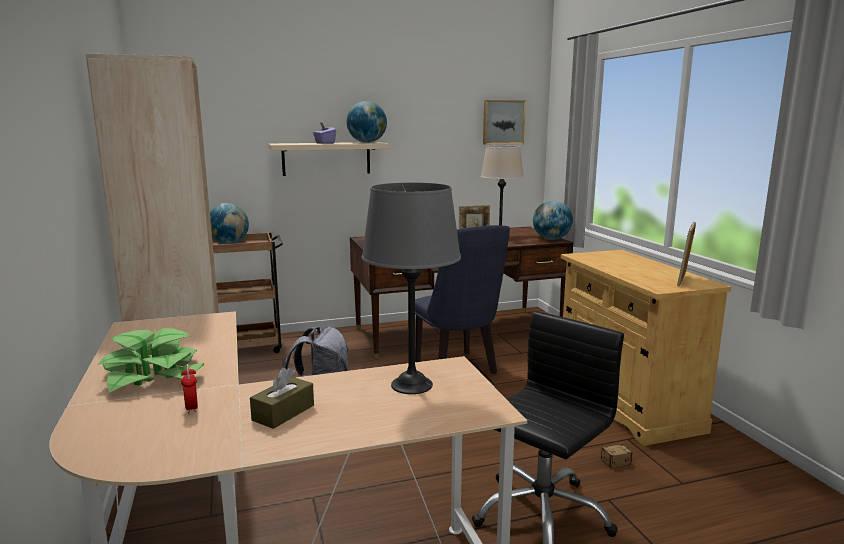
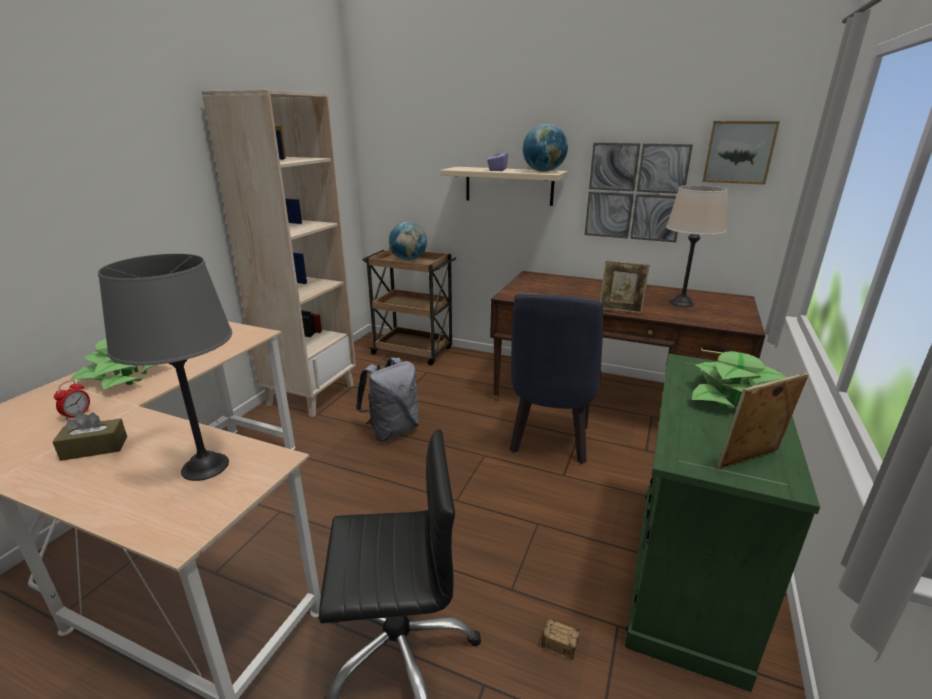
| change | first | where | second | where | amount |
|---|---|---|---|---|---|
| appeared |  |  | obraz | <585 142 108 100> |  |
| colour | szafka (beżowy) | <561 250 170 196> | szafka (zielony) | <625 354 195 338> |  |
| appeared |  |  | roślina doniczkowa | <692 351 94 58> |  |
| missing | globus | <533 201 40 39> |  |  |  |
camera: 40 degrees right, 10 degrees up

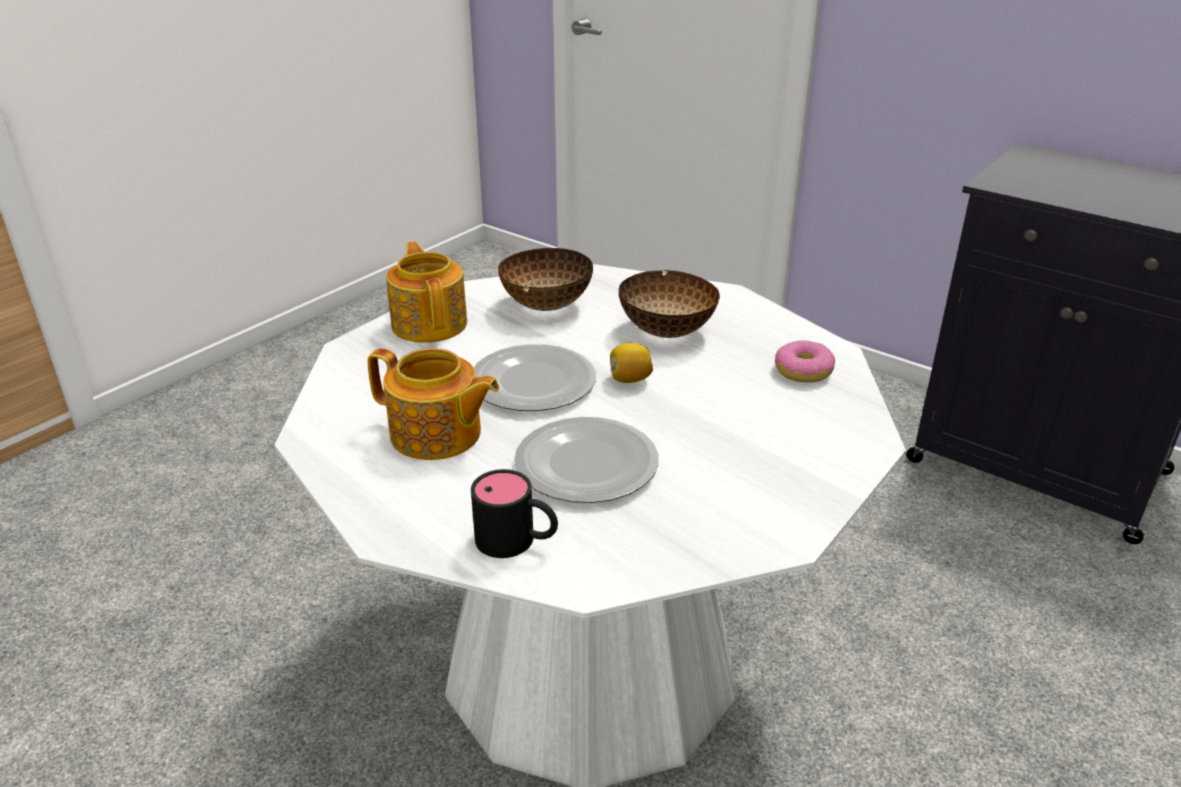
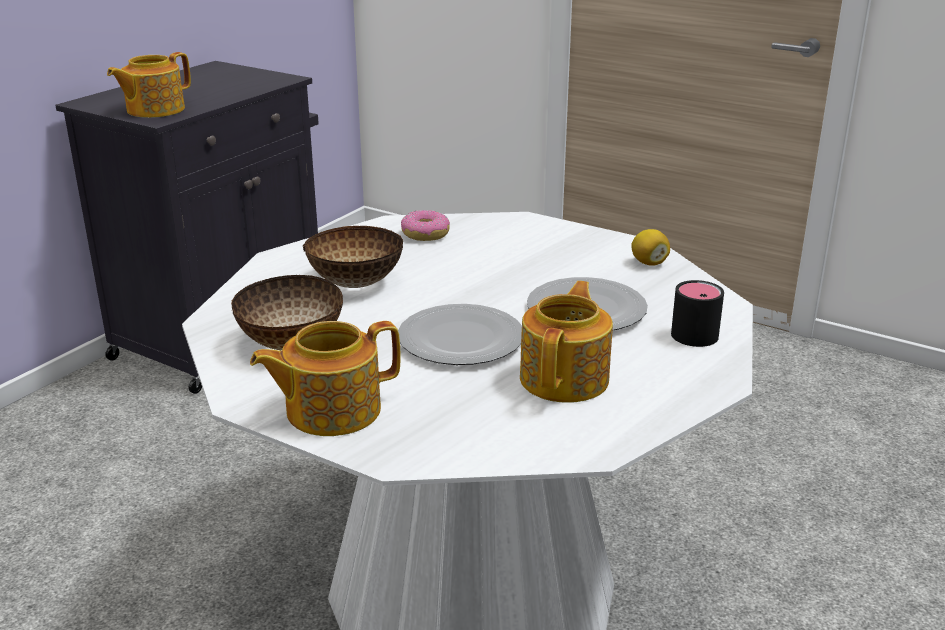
| change | first | where | second | where | amount |
|---|---|---|---|---|---|
| appeared |  |  | imbryk | <107 52 84 66> |  |
| relocated | cytryna | <610 343 43 40> |  | <631 229 39 37> |  |
camera: 95 degrees left, 5 degrees down

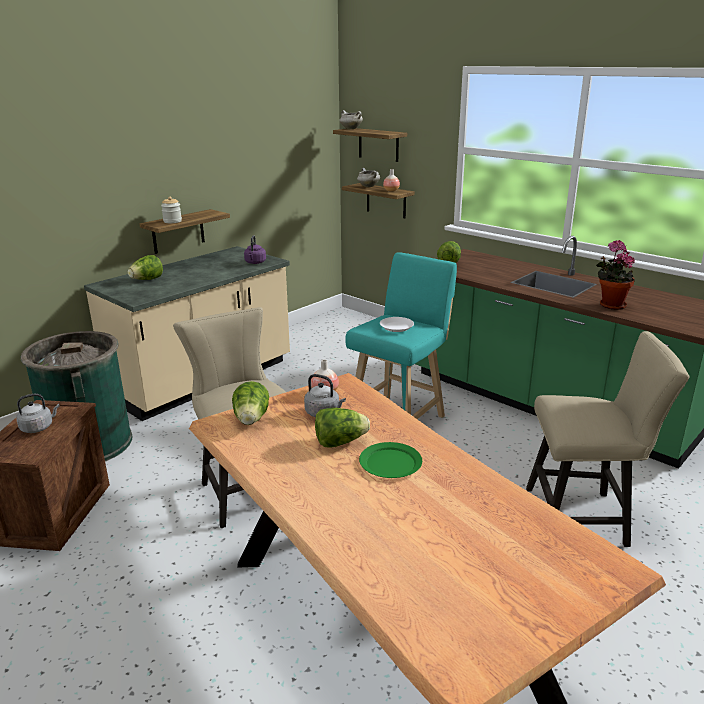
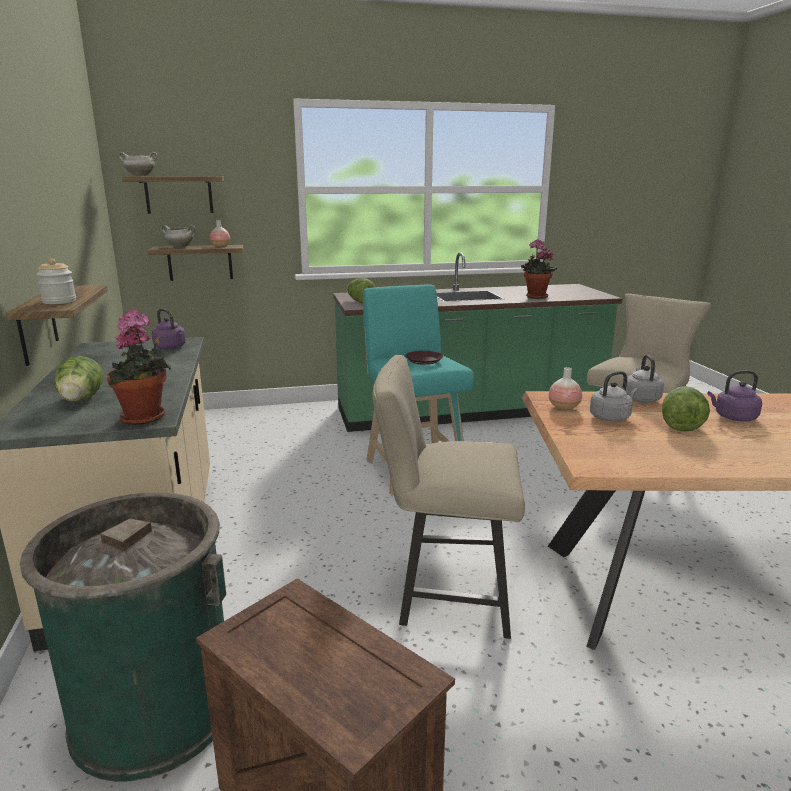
| change | first | where | second | where | amount |
|---|---|---|---|---|---|
| appeared |  |  | roślina doniczkowa | <107 310 64 115> |  |
| colour | talerz (biały) | <380 317 34 15> | talerz (brązowy) | <405 351 38 14> |  |
| relocated | czajnik (szary) | <16 393 44 40> |  | <626 355 38 48> |  |
| exchanged | talerz (zielony) | <359 442 63 36> | czajnik (fioletowy) | <707 370 55 52> |  |
| missing | sałata | <232 381 37 44> |  |  |  |
camera: 55 degrees left, 5 degrees down

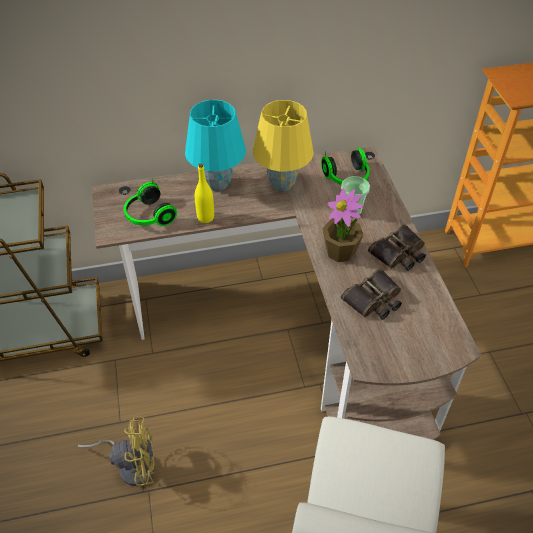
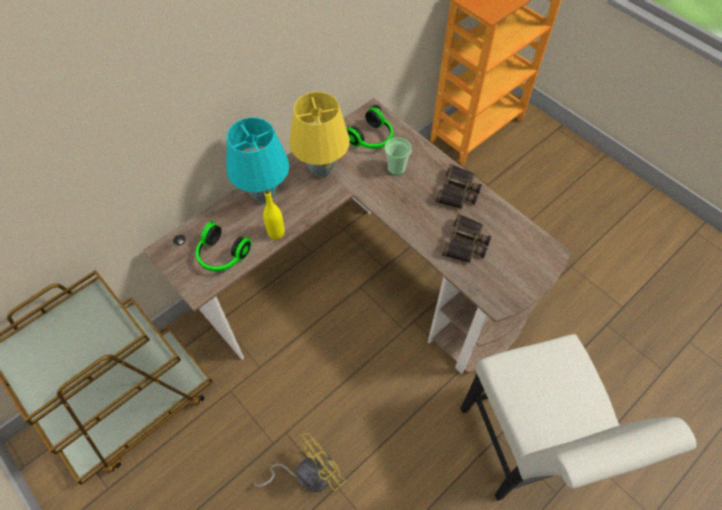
| change | first | where | second | where | amount |
|---|---|---|---|---|---|
| missing | roślina doniczkowa | <322 188 41 74> |  |  |  |
camera: 30 degrees left, 10 degrees up

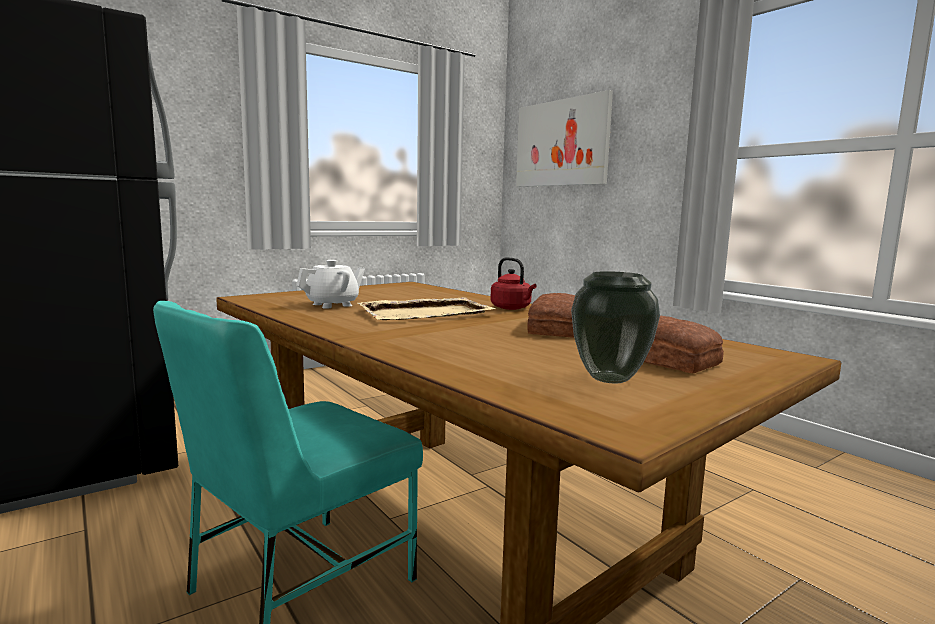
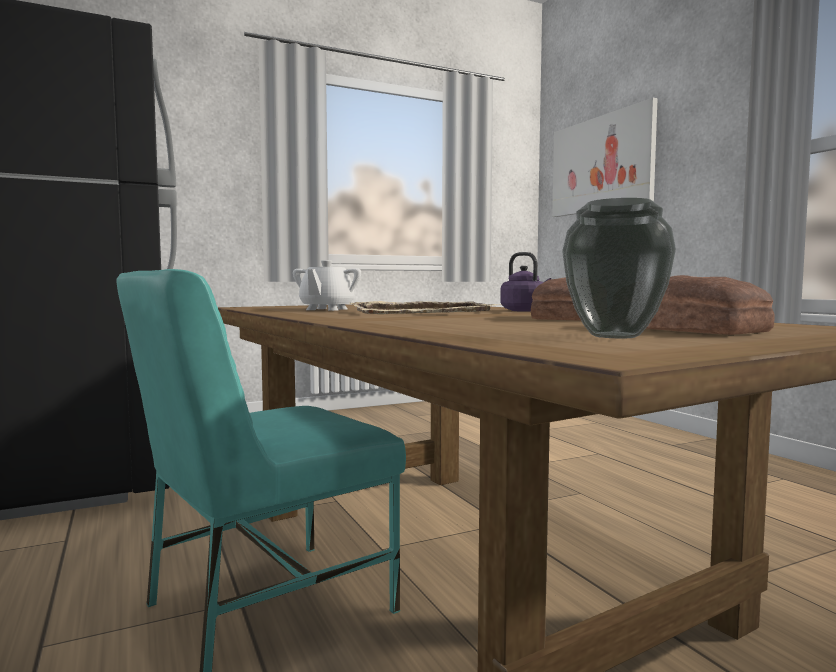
| change | first | where | second | where | amount |
|---|---|---|---|---|---|
| spun | imbryk (biały) | <296 260 69 49> |  | <293 260 68 51> | 135 degrees clockwise |
| colour | czajnik (czerwony) | <490 257 46 53> | czajnik (fioletowy) | <500 252 51 60> |  |
camera: 10 degrees right, 5 degrees down

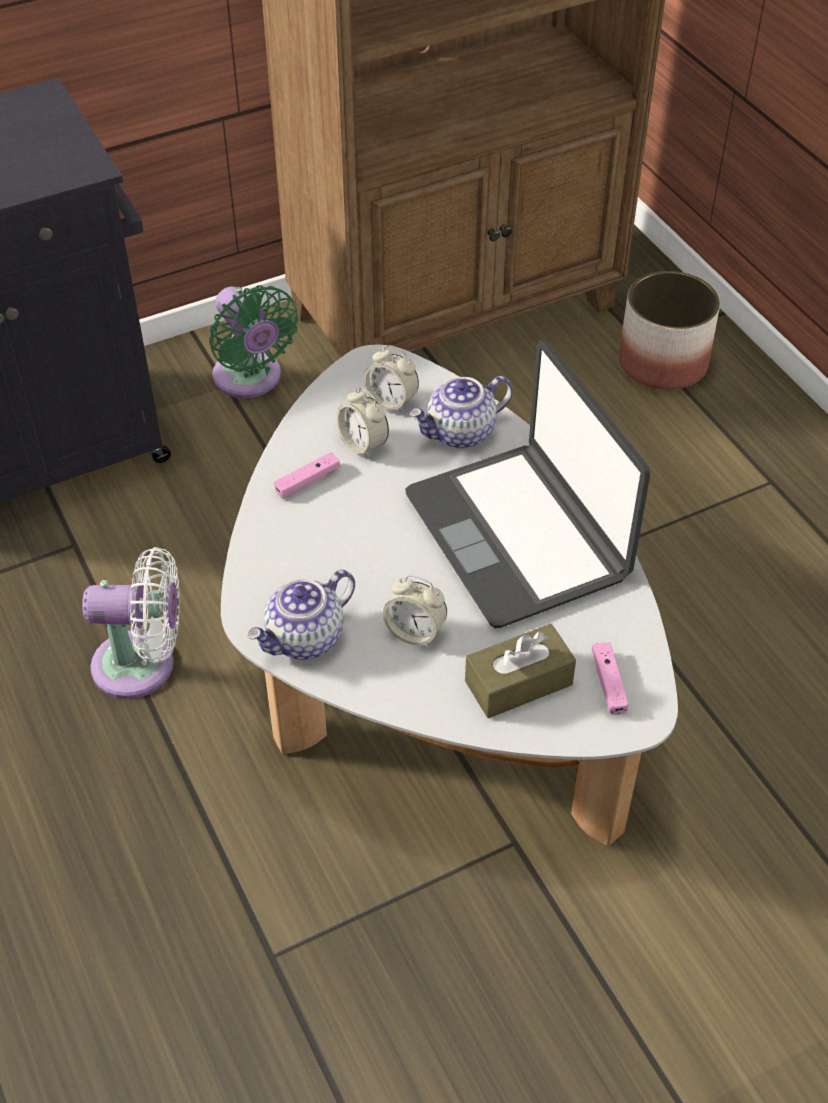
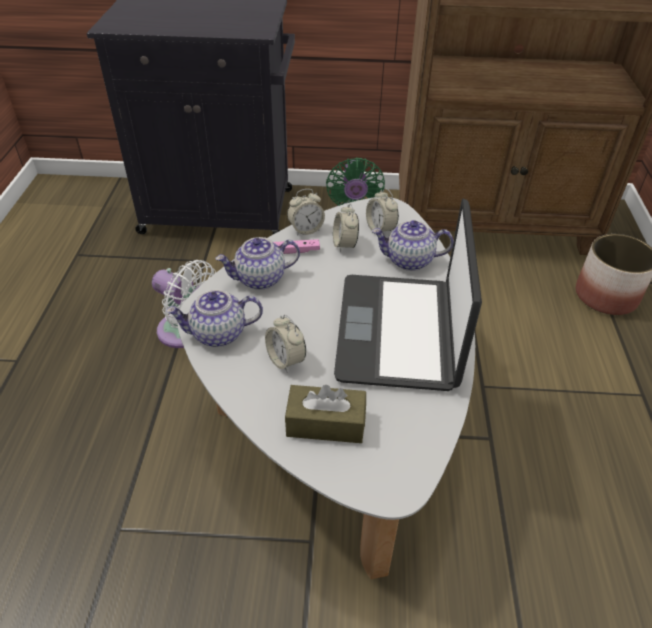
| change | first | where | second | where | amount |
|---|---|---|---|---|---|
| appeared |  |  | imbryk | <216 237 84 53> |  |
| appeared |  |  | budzik | <287 189 38 47> |  |
| missing | pad do gier (różowy) | <592 642 37 73> |  |  |  |
camera: 30 degrees right, 5 degrees down

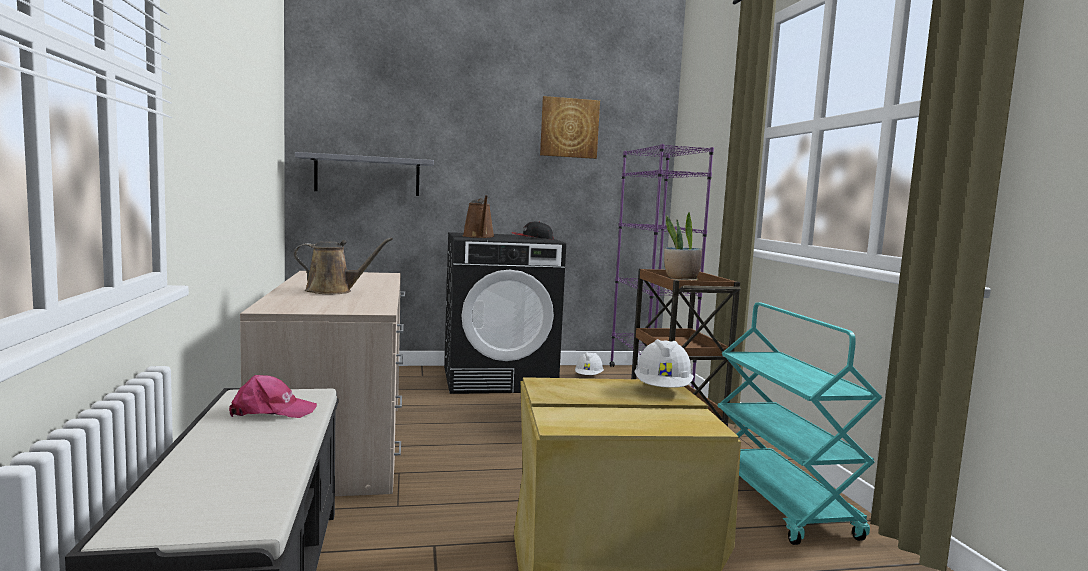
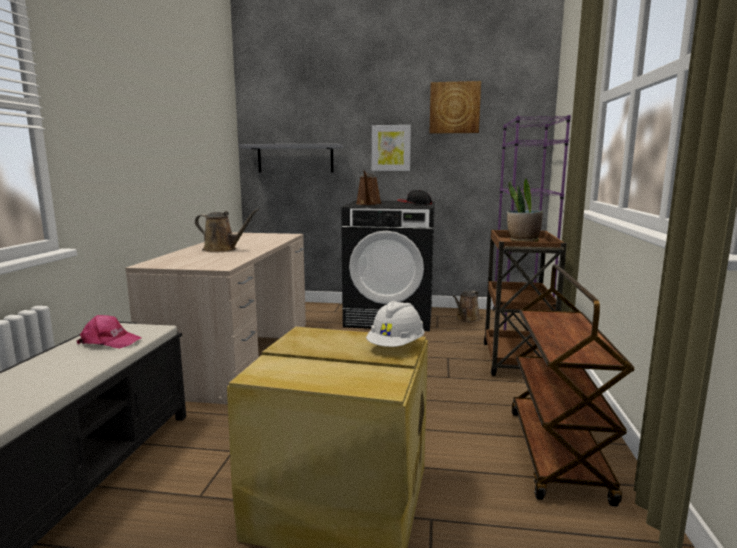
| change | first | where | second | where | amount |
|---|---|---|---|---|---|
| appeared |  |  | obraz | <372 125 39 46> |  |
| exchanged | kask (biały) | <575 352 29 23> | konewka (brązowy) | <452 291 29 31> |  |
| colour | wózek (turkusowy) | <717 302 165 243> | wózek (brązowy) | <511 265 124 242> |  |
camera: 20 degrees right, 5 degrees up

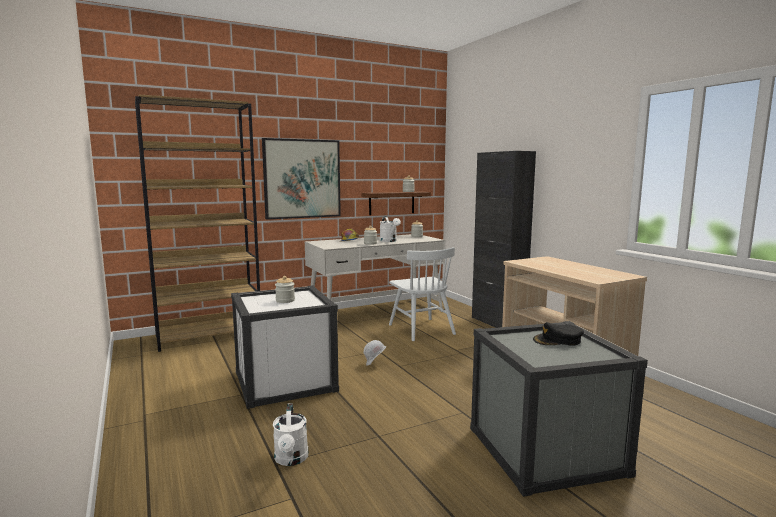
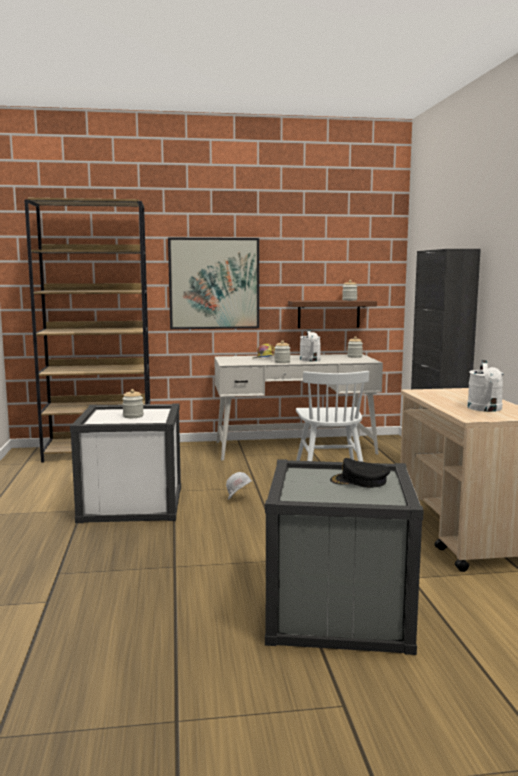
| change | first | where | second | where | amount |
|---|---|---|---|---|---|
| relocated | konewka (biały) | <273 403 35 63> |  | <467 360 37 52> |  |
camera: 20 degrees right, 0 degrees up

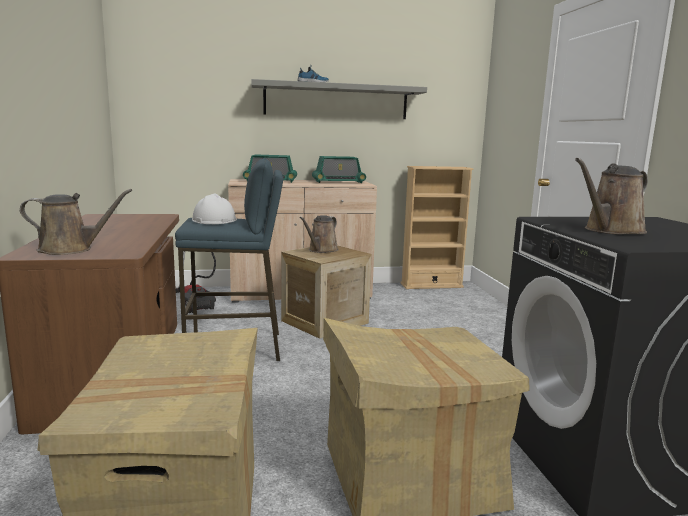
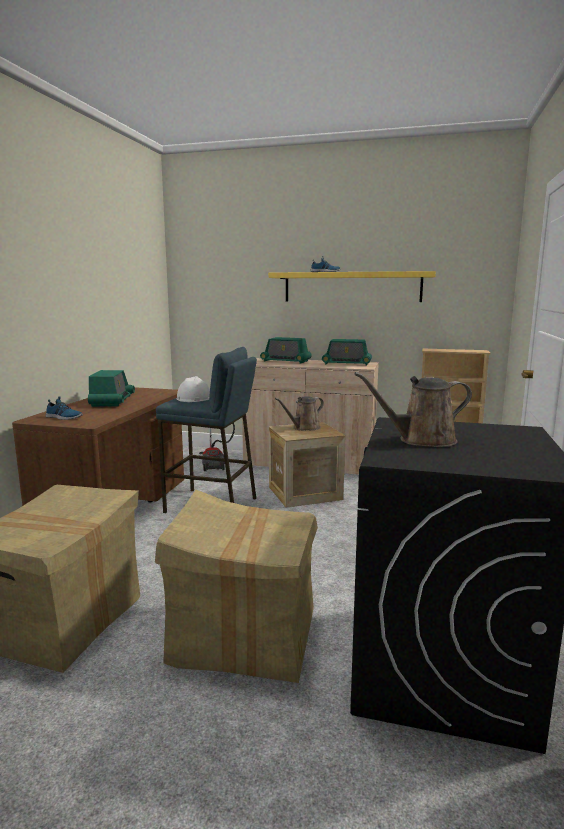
| change | first | where | second | where | amount |
|---|---|---|---|---|---|
| exchanged | konewka (brązowy) | <20 189 112 66> | but | <46 396 37 24> |  |
| appeared |  |  | radio | <88 370 47 37> |  |
| colour | półka (szary) | <252 79 175 40> | półka (żółty) | <268 271 168 31> |  |
camera: 25 degrees right, 0 degrees up

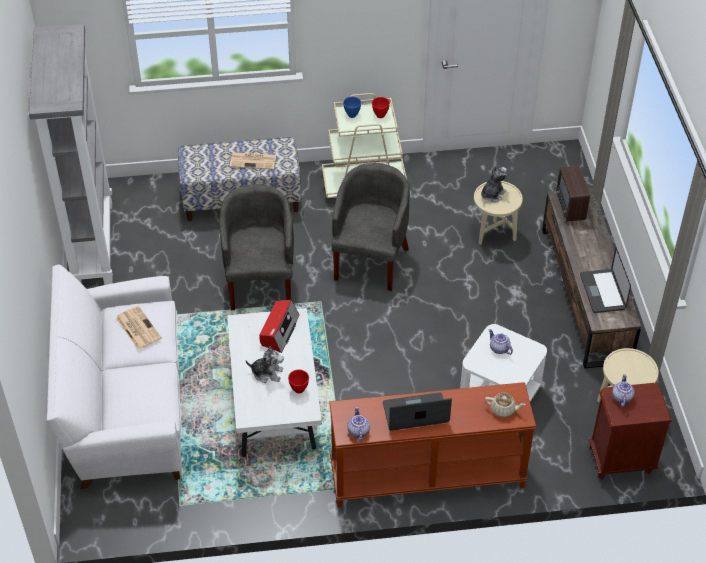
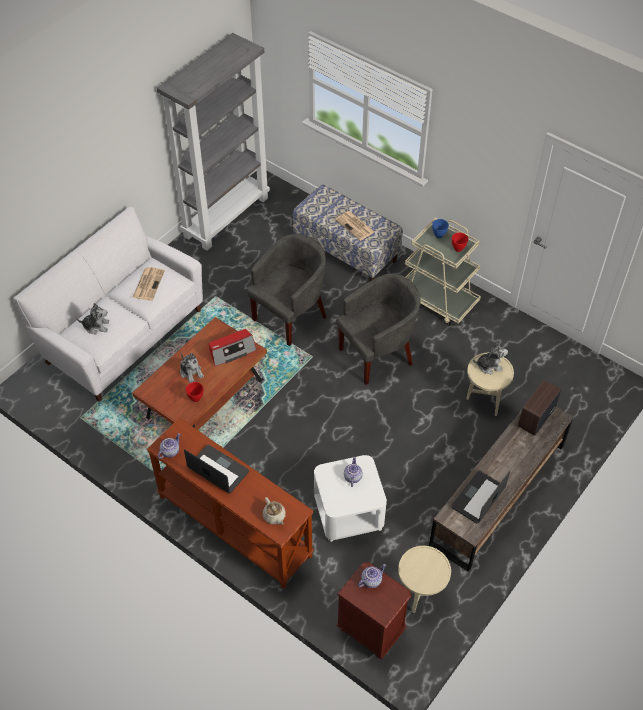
| change | first | where | second | where | amount |
|---|---|---|---|---|---|
| appeared |  |  | pluszak | <77 303 32 32> |  |
| colour | ława (biały) | <227 308 95 149> | ława (brązowy) | <132 317 135 113> |  |
camera: 45 degrees right, 5 degrees up

